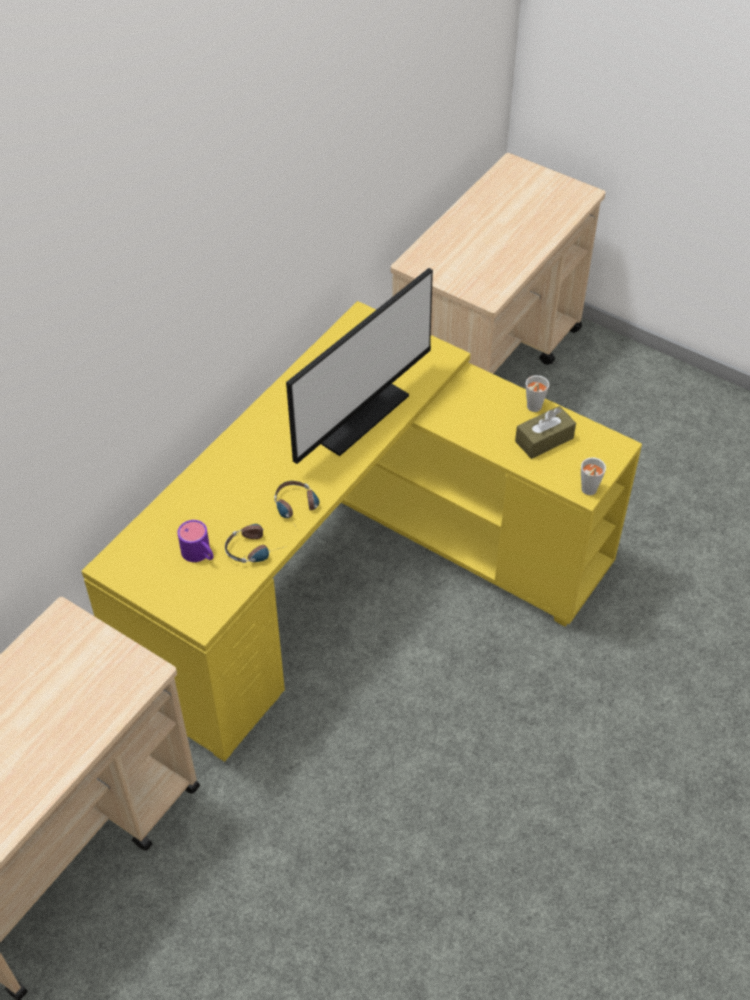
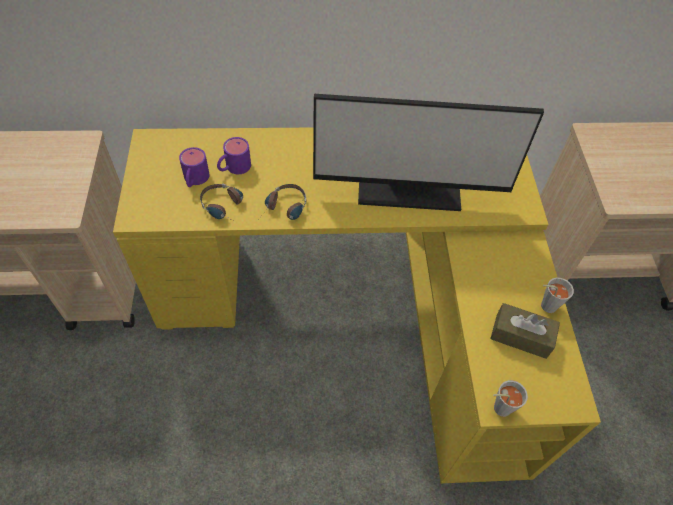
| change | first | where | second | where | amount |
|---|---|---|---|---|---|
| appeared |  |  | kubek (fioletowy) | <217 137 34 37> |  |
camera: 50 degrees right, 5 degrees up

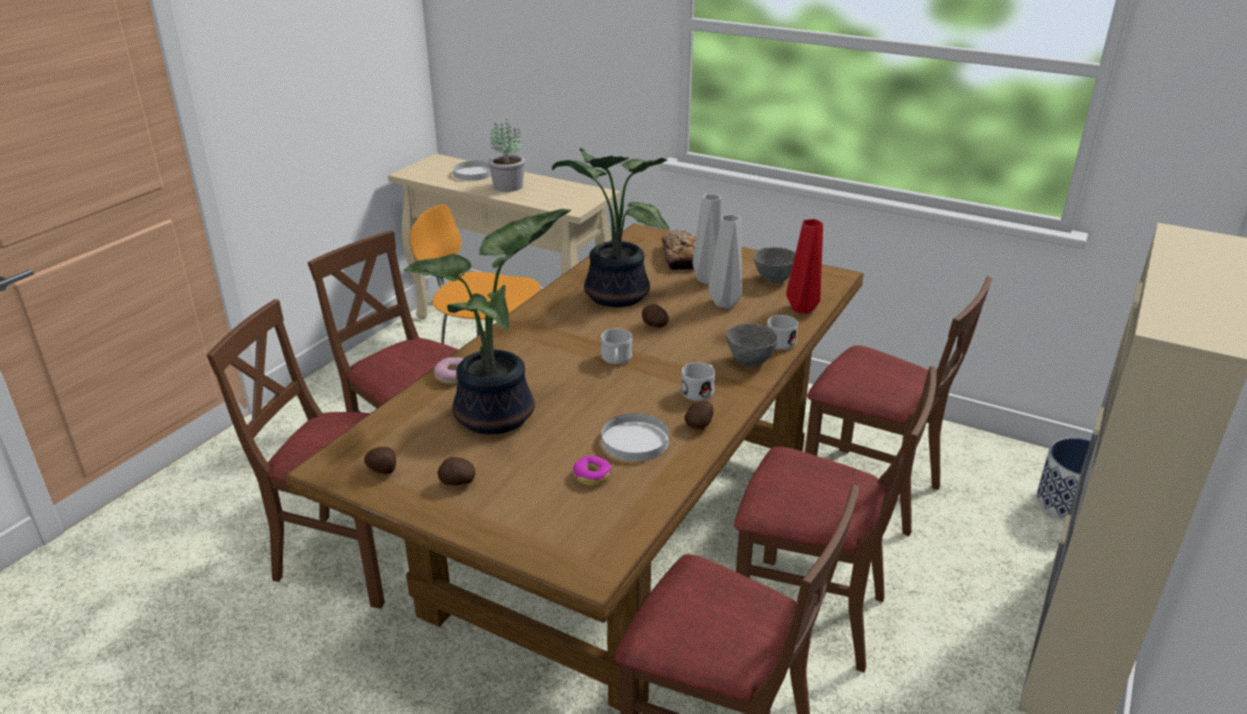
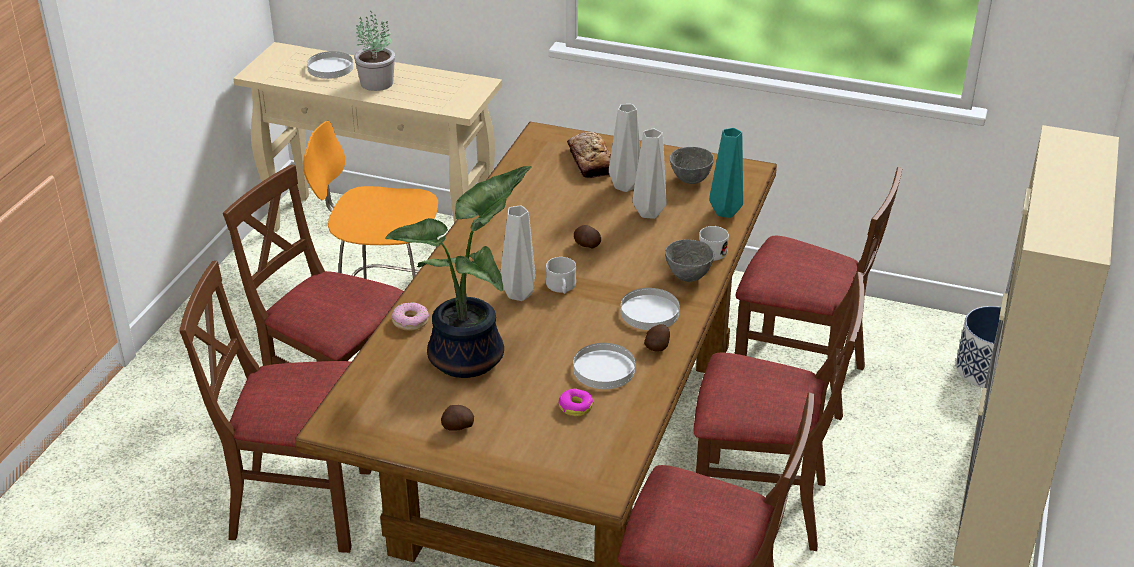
| change | first | where | second | where | amount |
|---|---|---|---|---|---|
| appeared |  |  | wazon (szary) | <500 206 35 95> |  |
| exchanged | kubek (biały) | <681 362 34 39> | talerz (biały) | <621 288 59 42> |  |
| colour | wazon (czerwony) | <786 219 37 95> | wazon (turkusowy) | <709 128 34 90> |  |
| missing | ziemniak | <364 447 32 27> |  |  |  |
| missing | roślina doniczkowa | <552 148 117 159> |  |  |  |
camera: 10 degrees left, 5 degrees up

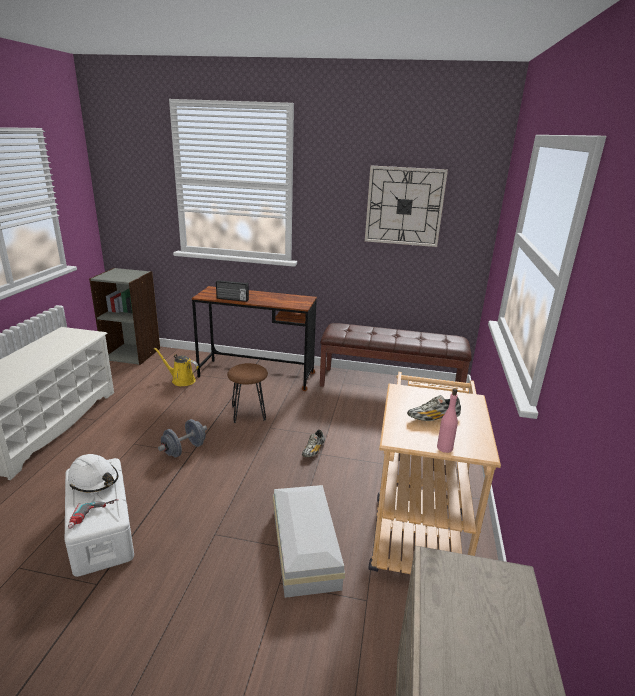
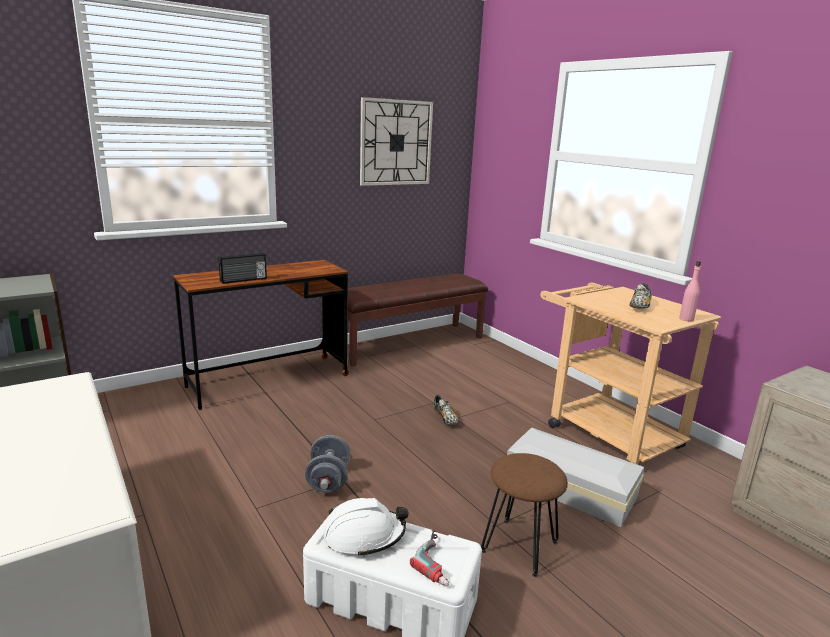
| change | first | where | second | where | amount |
|---|---|---|---|---|---|
| relocated | stołek (brązowy) | <227 363 41 60> |  | <481 453 87 124> |  |
| missing | konewka (żółty) | <154 348 45 38> |  |  |  |
camera: 45 degrees left, 5 degrees down

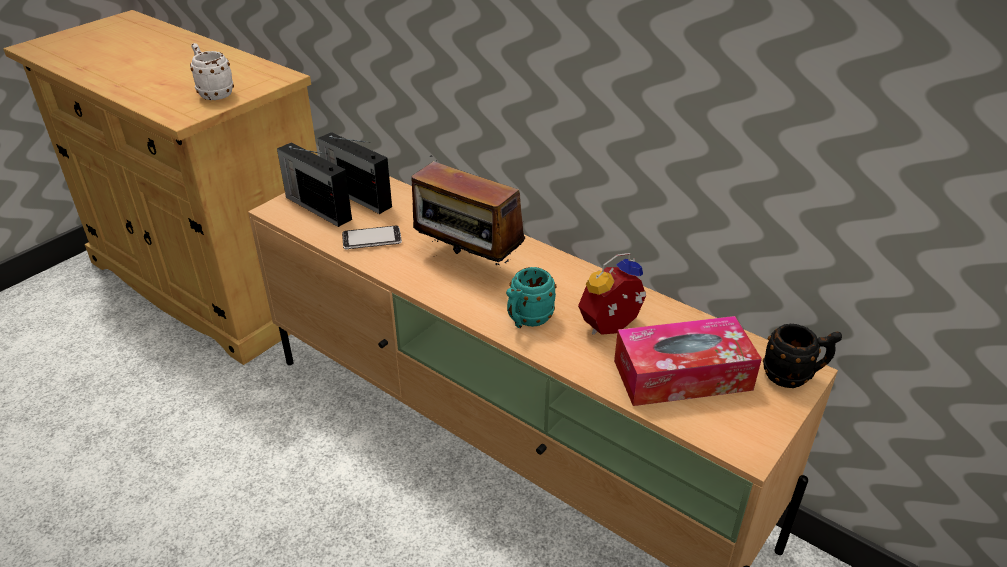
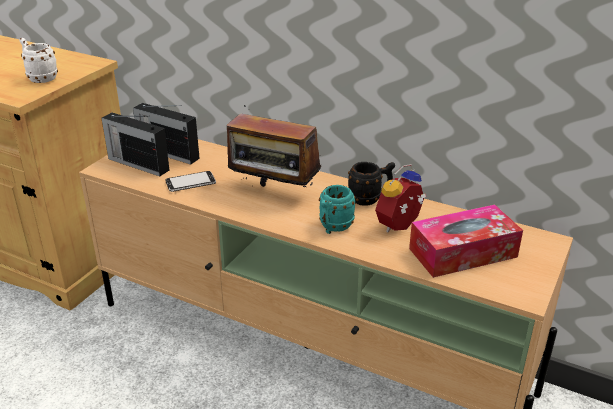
| change | first | where | second | where | amount |
|---|---|---|---|---|---|
| relocated | kubek (czarny) | <763 324 79 64> |  | <348 162 47 44> |  |
camera: 10 degrees left, 5 degrees down

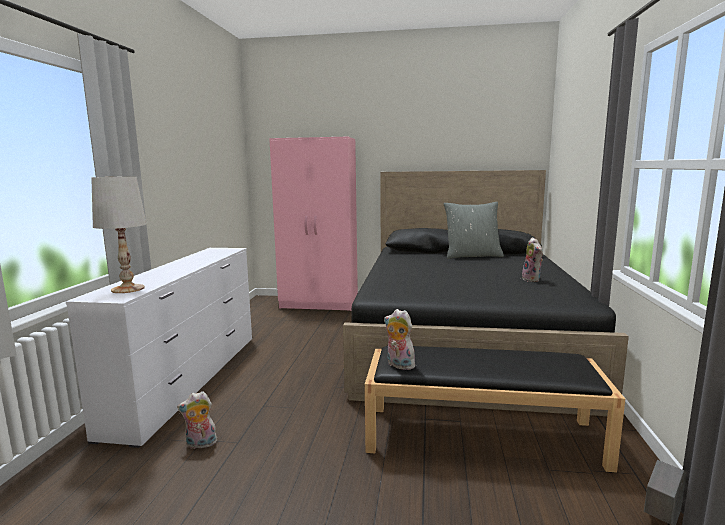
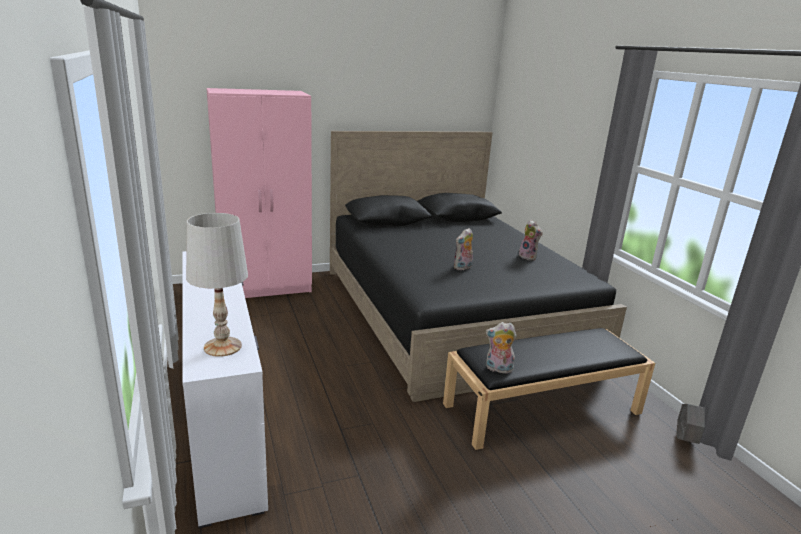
| change | first | where | second | where | amount |
|---|---|---|---|---|---|
| relocated | pluszak | <177 391 40 58> |  | <454 228 19 42> |  |
| missing | poduszka (szary) | <443 202 61 57> |  |  |  |
camera: 30 degrees left, 10 degrees up

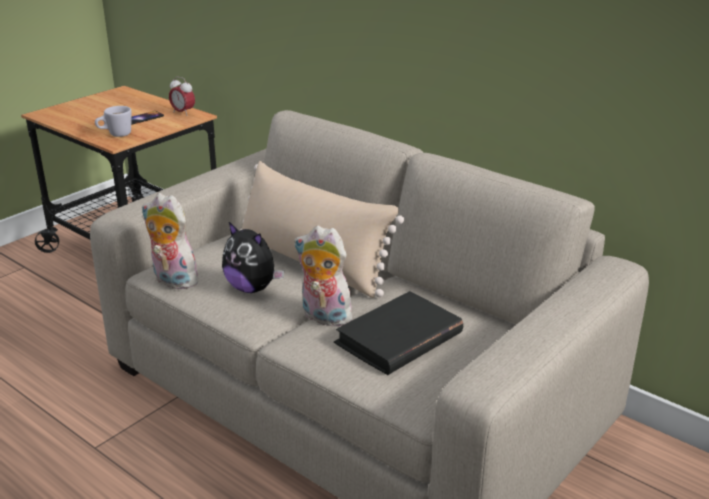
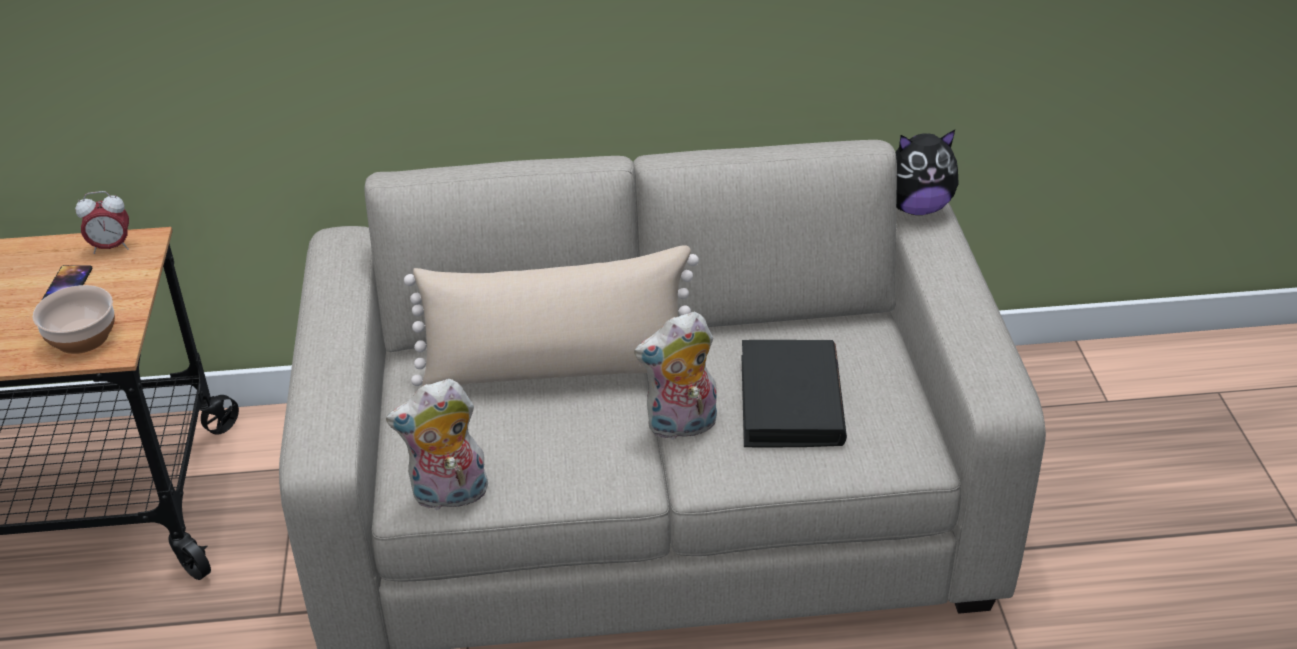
| change | first | where | second | where | amount |
|---|---|---|---|---|---|
| exchanged | kubek (biały) | <95 106 37 31> | miska | <33 285 82 69> |  |
| relocated | pluszak | <222 222 62 71> |  | <895 130 64 85> |  |
camera: 45 degrees left, 10 degrees up

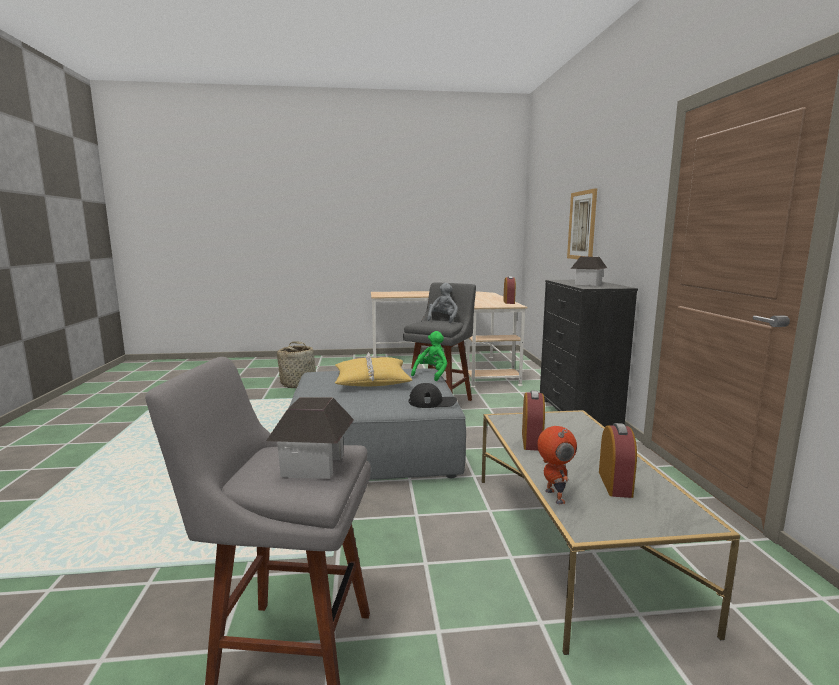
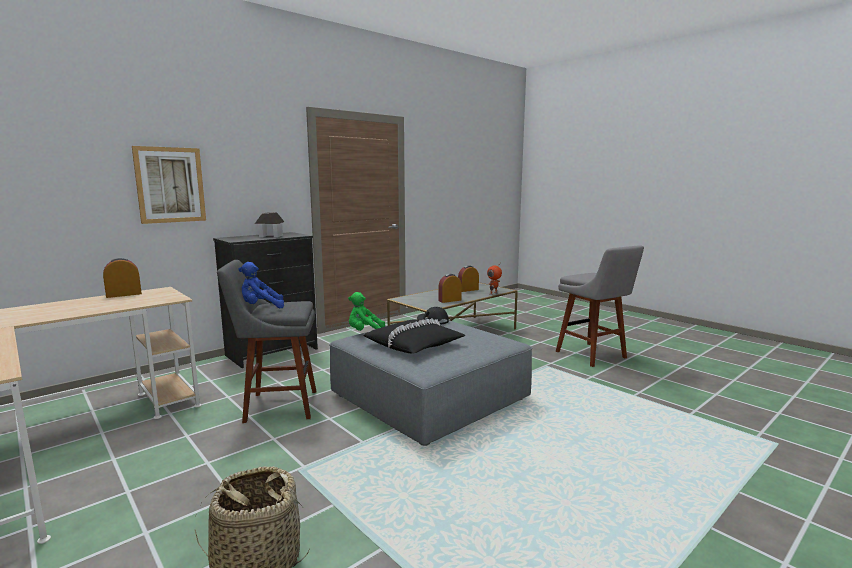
| change | first | where | second | where | amount |
|---|---|---|---|---|---|
| colour | pluszak (szary) | <427 283 31 40> | pluszak (niebieski) | <238 262 46 46> |  |
| colour | poduszka (żółty) | <335 353 77 33> | poduszka (czarny) | <363 318 102 36> |  |
| missing | domek | <266 397 88 82> |  |  |  |
camera: 125 degrees left, 0 degrees up

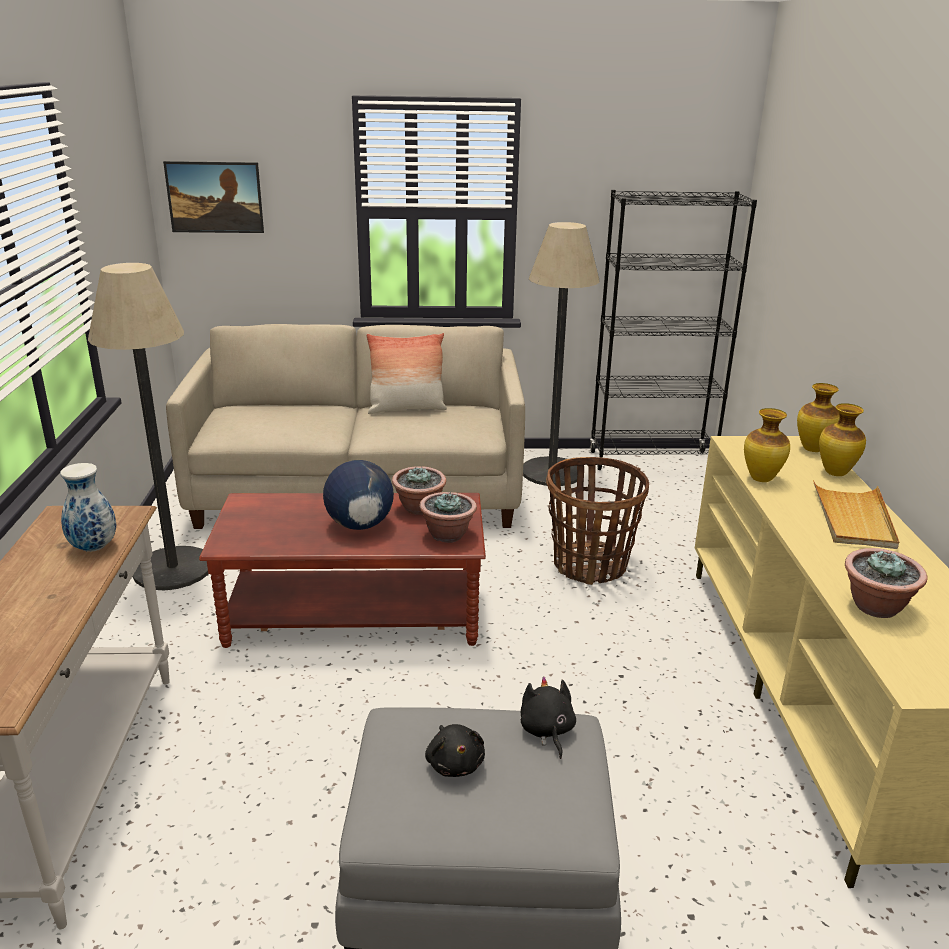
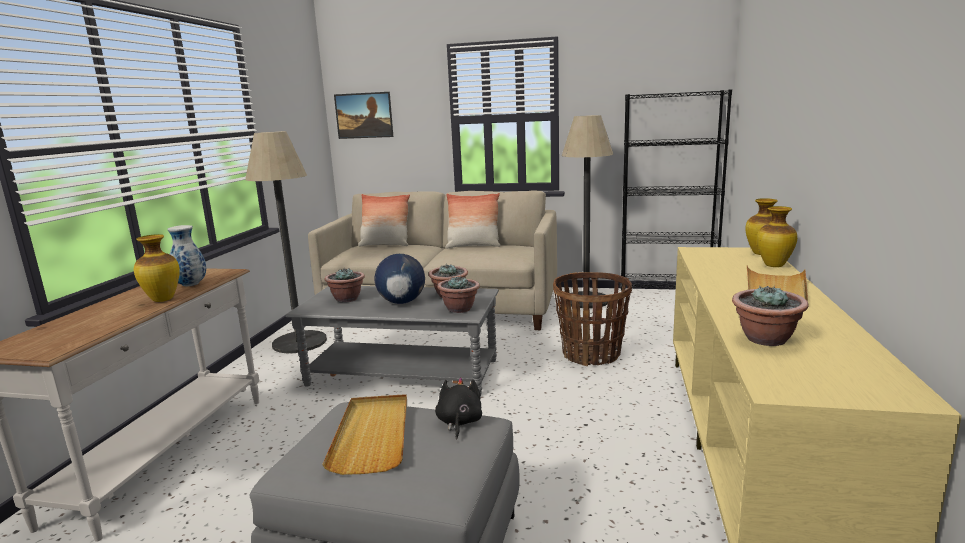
| change | first | where | second | where | amount |
|---|---|---|---|---|---|
| relocated | wazon | <744 408 46 74> |  | <134 234 46 68> |  |
| colour | ława (brązowy) | <199 493 287 155> | ława (szary) | <286 286 213 110> |  |
| exchanged | pluszak (czarny) | <425 724 60 53> | taca (beżowy) | <322 394 85 81> |  |
| appeared |  |  | roślina doniczkowa | <325 267 40 35> |  |
| appeared |  |  | poduszka | <358 194 52 52> |  |
camera: 15 degrees right, 10 degrees down

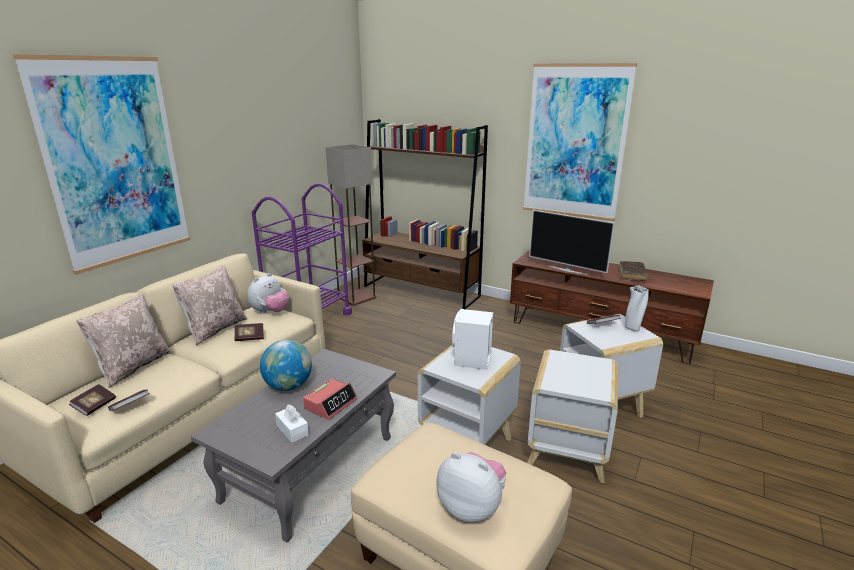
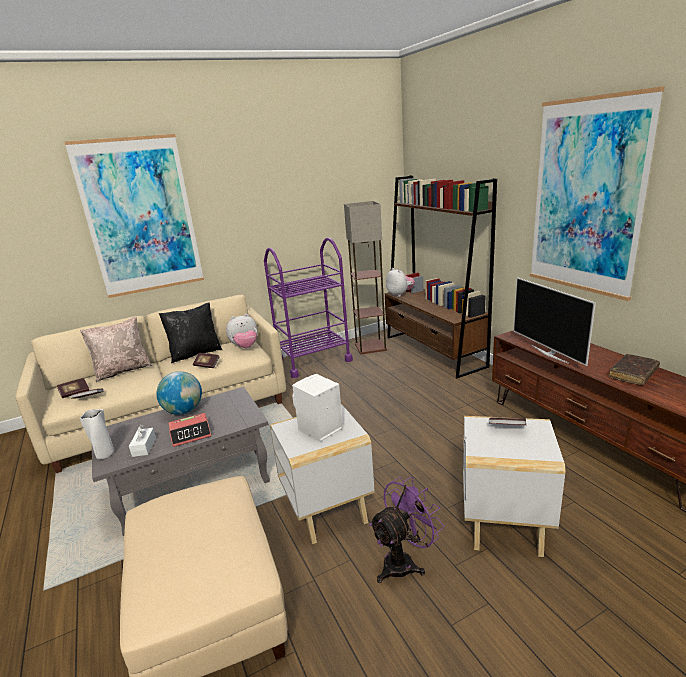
| change | first | where | second | where | amount |
|---|---|---|---|---|---|
| relocated | wazon (biały) | <625 286 24 46> |  | <80 409 34 51> |  |
| colour | poduszka (beżowy) | <172 265 75 80> | poduszka (czarny) | <159 303 63 60> |  |
| exchanged | stolik (biały) | <527 349 91 134> | wentylator (fioletowy) | <369 477 75 106> |  |
| relocated | pluszak | <436 452 70 70> |  | <386 268 29 29> |  |
camera: 35 degrees right, 0 degrees up

